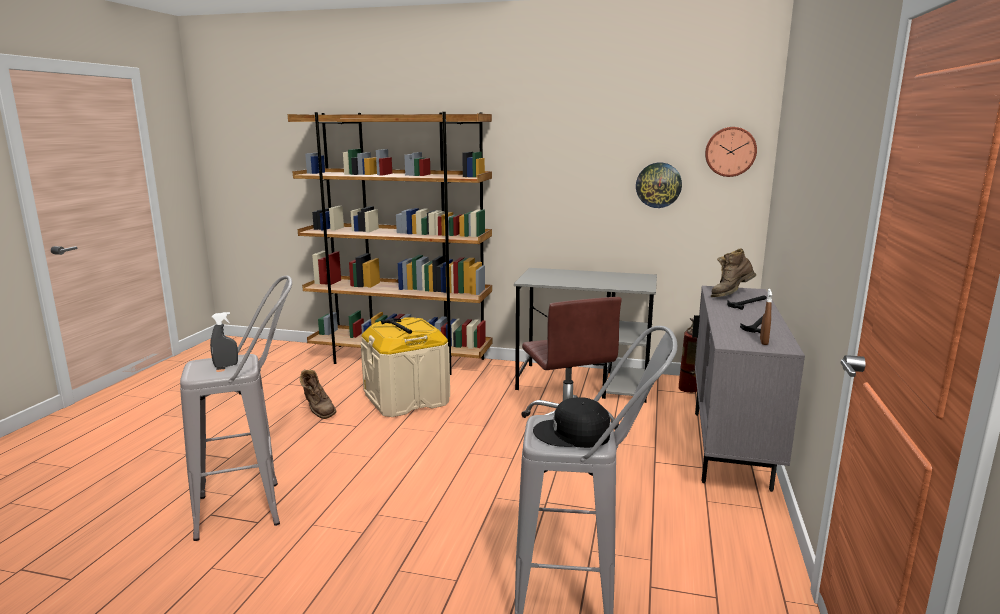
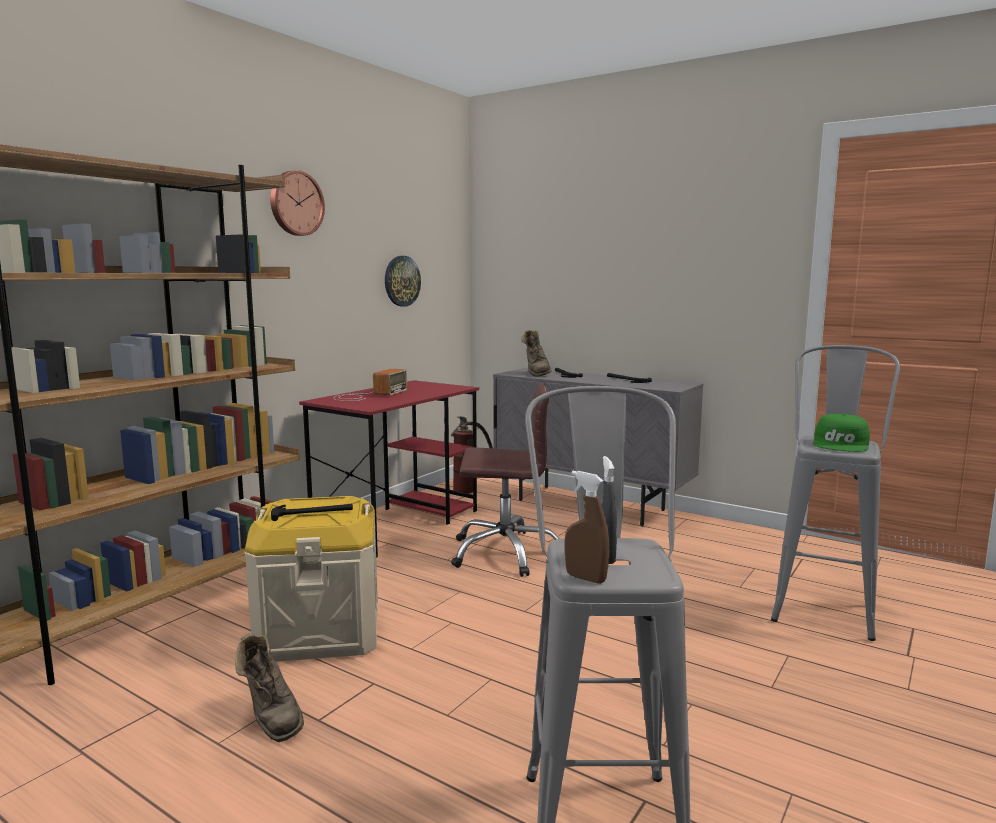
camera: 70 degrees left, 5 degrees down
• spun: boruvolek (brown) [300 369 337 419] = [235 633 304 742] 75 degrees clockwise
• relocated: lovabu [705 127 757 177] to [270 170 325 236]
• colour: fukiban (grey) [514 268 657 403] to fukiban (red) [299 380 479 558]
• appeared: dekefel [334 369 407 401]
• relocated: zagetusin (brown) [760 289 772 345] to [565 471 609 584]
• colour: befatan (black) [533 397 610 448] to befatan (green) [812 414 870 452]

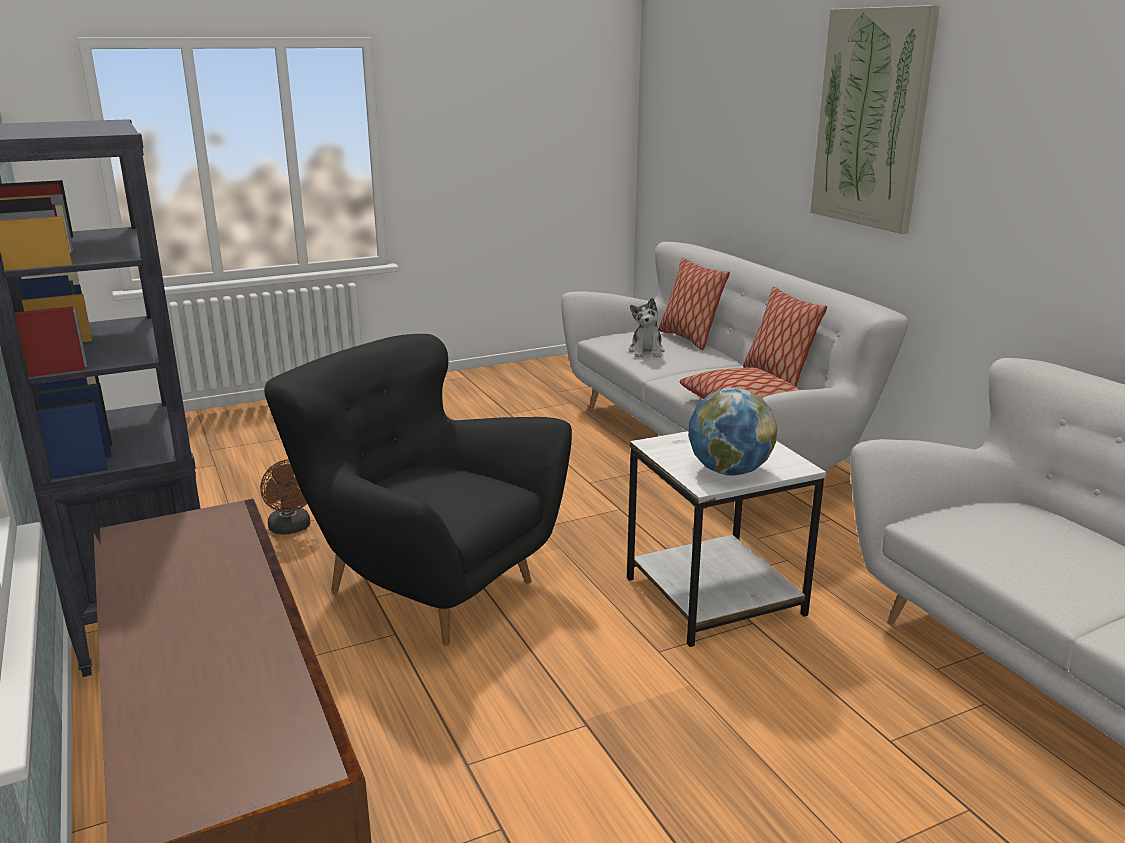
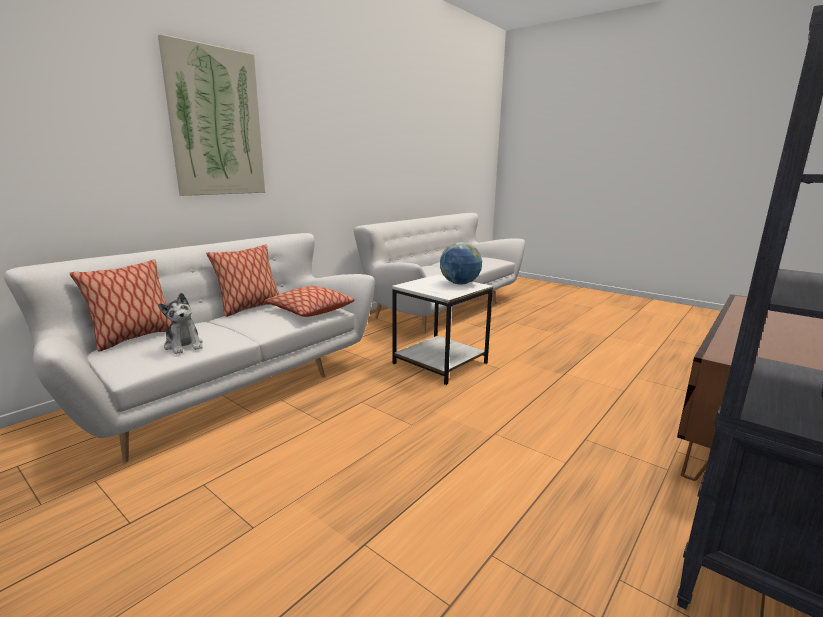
camera: 115 degrees left, 5 degrees down
• spun: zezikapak [629 298 665 357] = [158 293 203 354] 75 degrees clockwise
• missing: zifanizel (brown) [260 459 310 534]
• missing: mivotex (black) [264 334 572 646]

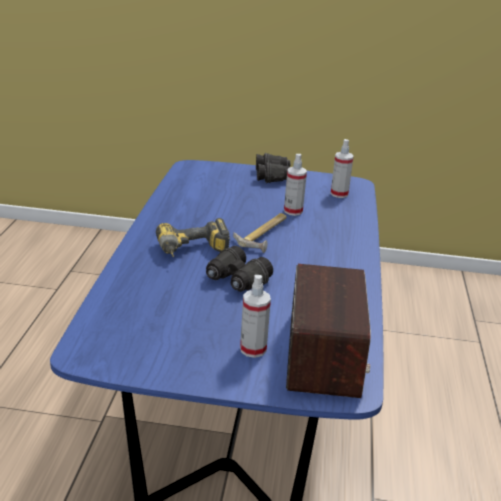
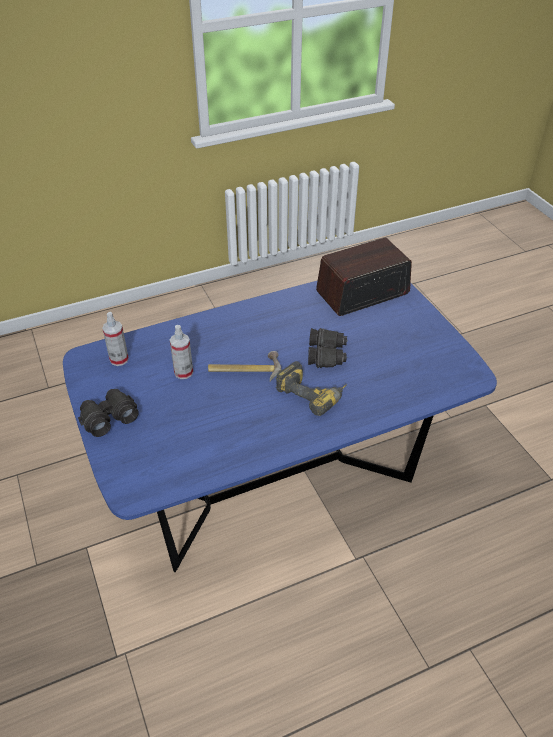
camera: 120 degrees left, 15 degrees up
• missing: zagetusin [240 275 271 358]

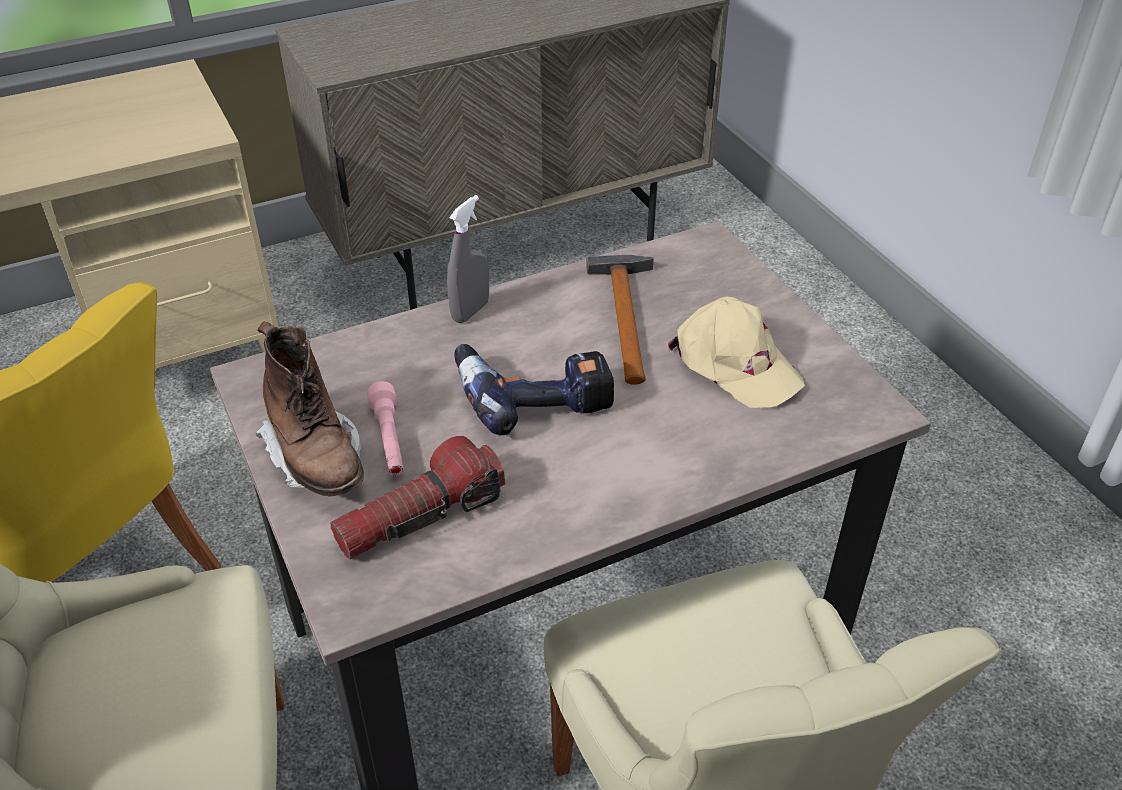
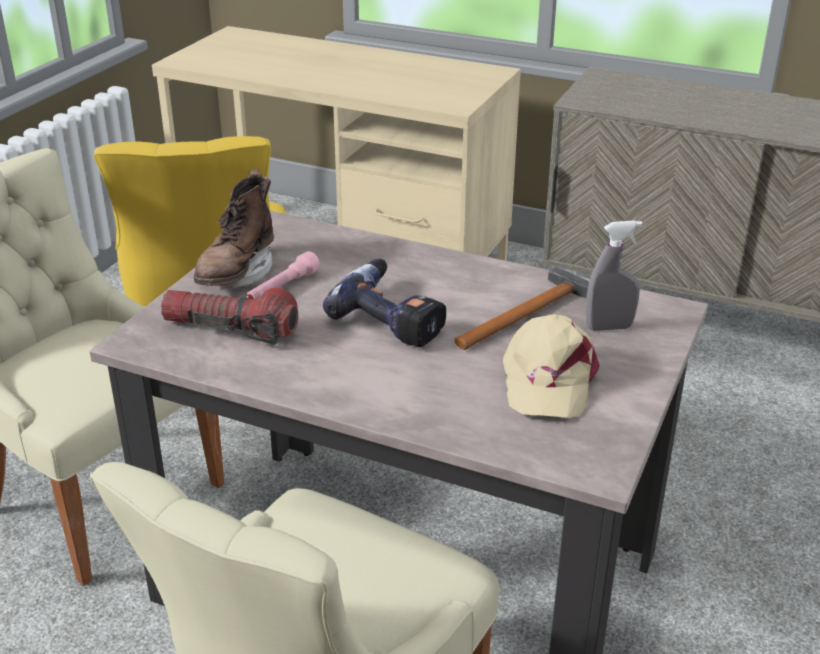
camera: 50 degrees right, 10 degrees down
• relocated: zagetusin (grey) [447 195 489 323] to [586 220 642 331]

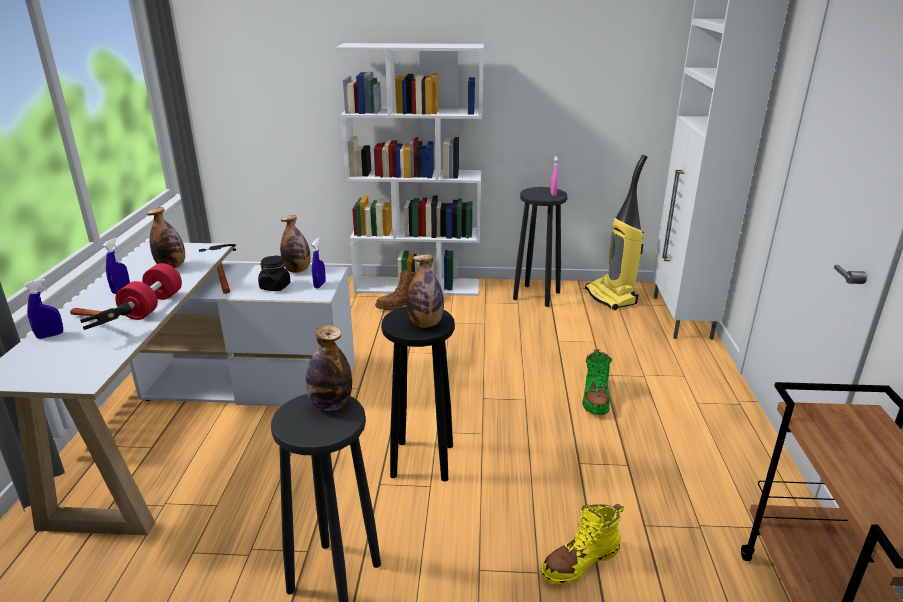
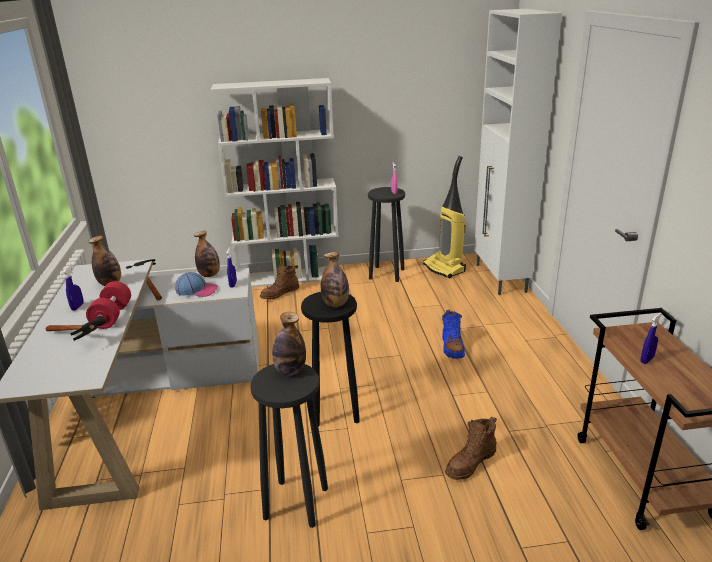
camera: 10 degrees left, 0 degrees up
• exchanged: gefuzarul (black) [258 255 291 291] to befatan [175 272 218 297]
• colour: boruvolek (green) [582 349 612 415] to boruvolek (blue) [442 309 465 359]
• colour: boruvolek (yellow) [540 504 624 585] to boruvolek (brown) [445 417 497 480]
• relocated: zagetusin (blue) [24 279 63 339] to [640 312 662 364]

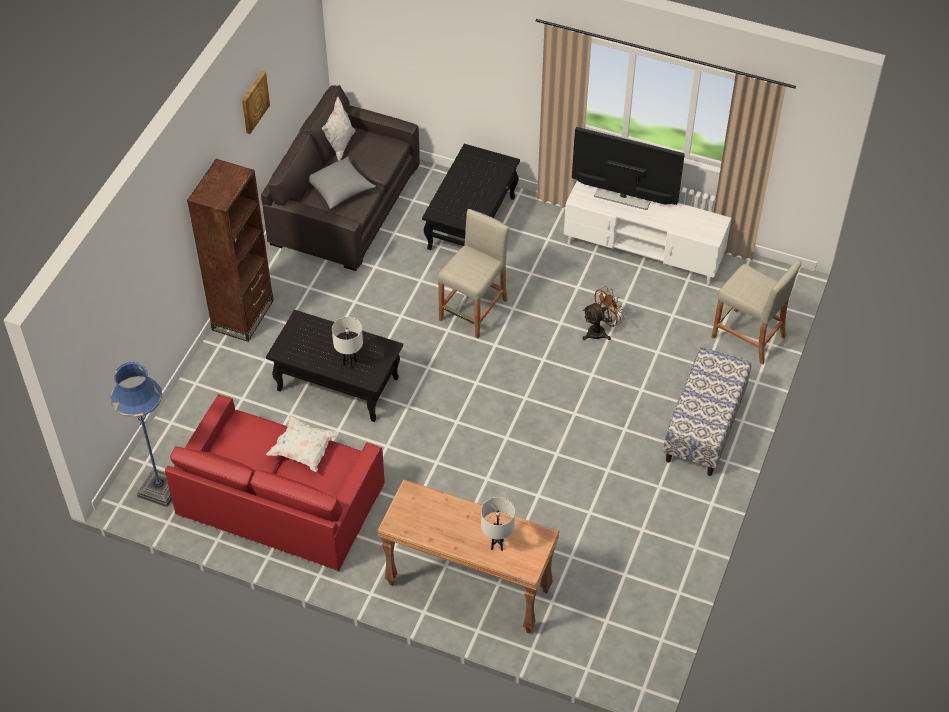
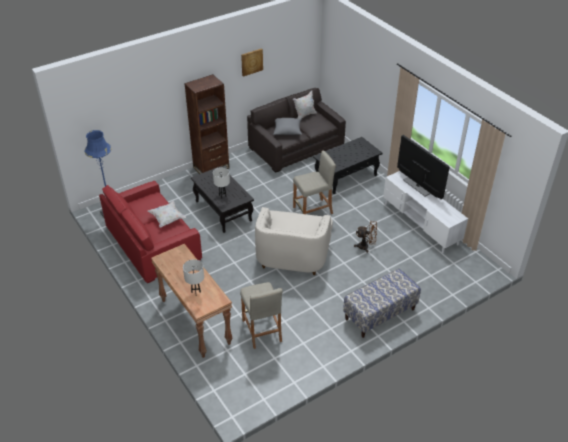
camera: 35 degrees right, 10 degrees down
• relocated: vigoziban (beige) [711 260 802 364] to [240 282 283 349]
• appeared: mivotex (white) [255 207 333 275]

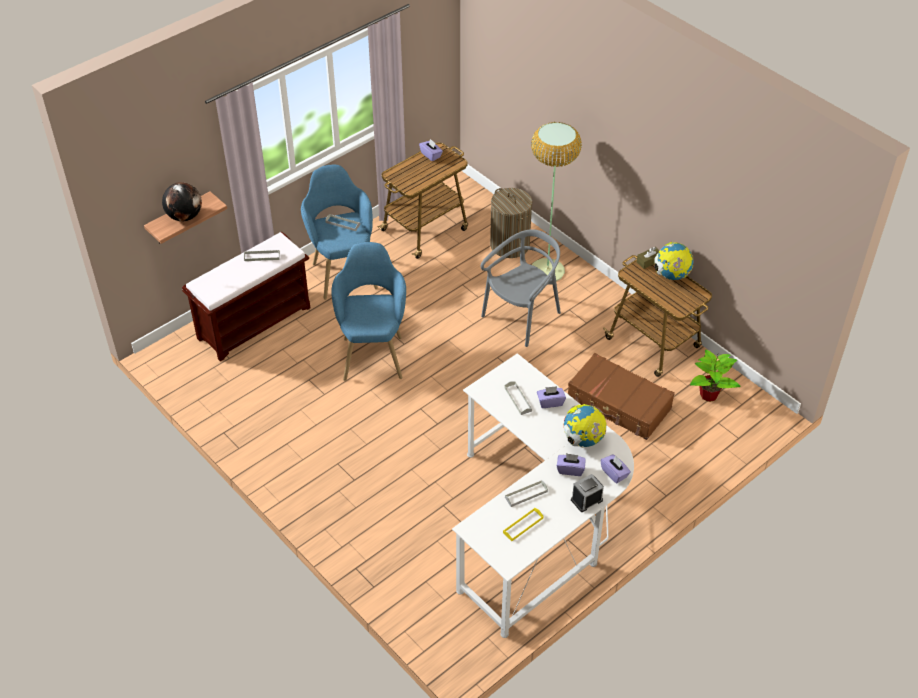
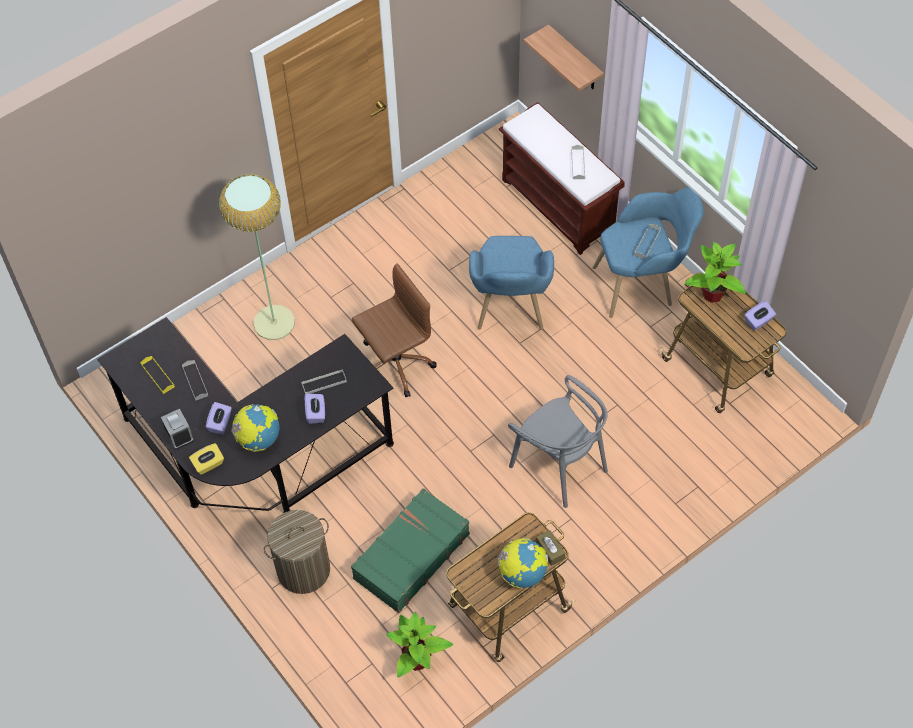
camera: 95 degrees right, 10 degrees up
• colour: fukiban (white) [452 353 634 638] to fukiban (black) [97 317 394 513]
• colour: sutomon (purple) [601 455 631 484] to sutomon (yellow) [189 443 224 475]
• relocated: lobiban [531 122 582 281] to [219 174 295 340]
• relocated: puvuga [490 188 532 258] to [264 510 330 594]
• colour: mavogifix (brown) [568 353 675 440] to mavogifix (green) [351 488 470 613]
• appeared: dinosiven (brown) [352 263 437 397]
• spun: mivotex (blue) [331 242 406 381] = [469 236 554 330] 90 degrees clockwise
• appeared: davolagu [685 242 746 303]
• missing: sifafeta [162 182 202 222]

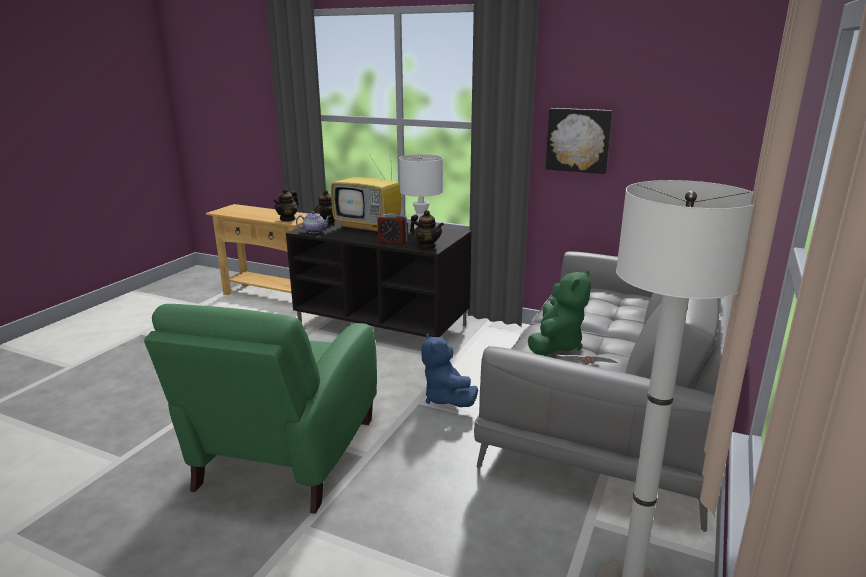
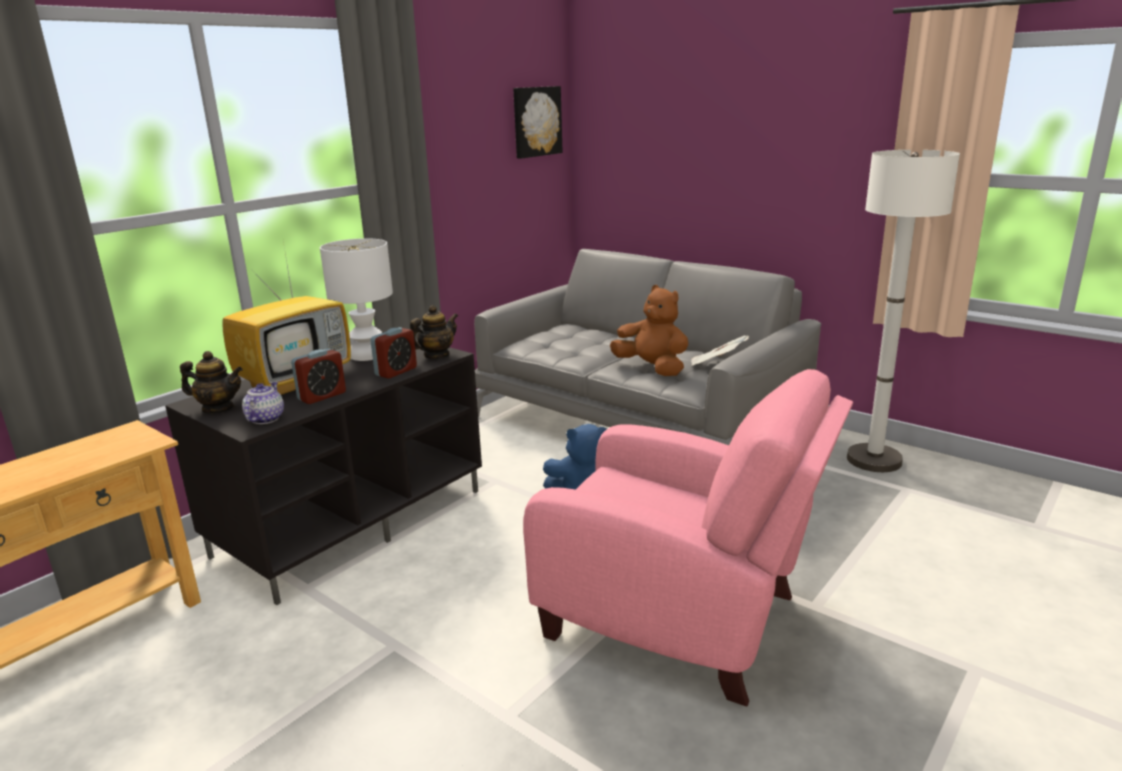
camera: 75 degrees left, 0 degrees up
• appeared: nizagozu [291 349 346 404]
• relocated: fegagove [546 108 613 174] to [513 86 563 159]
• colour: mivotex (green) [144 304 377 514] to mivotex (pink) [523 369 853 707]
• colour: zezikapak (green) [528 270 591 355] to zezikapak (brown) [610 285 688 376]
• missing: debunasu [273 188 299 221]

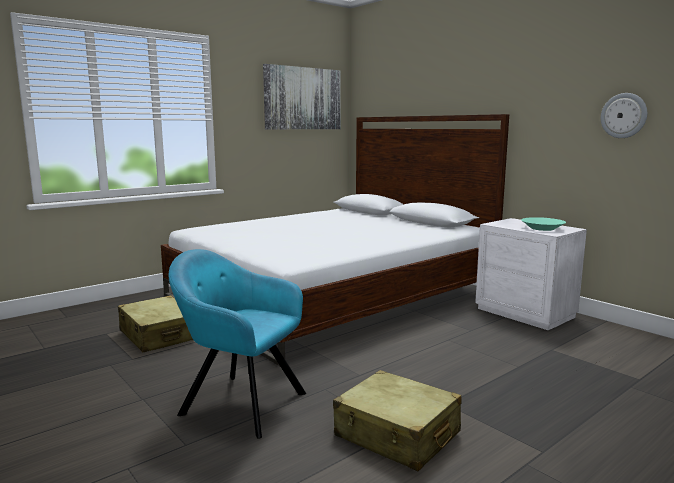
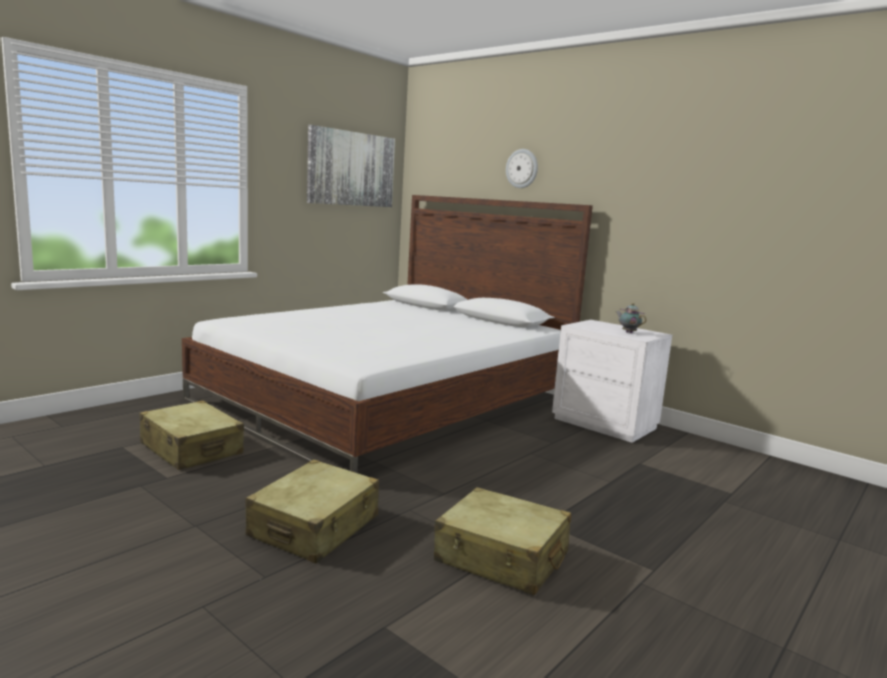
camera: 10 degrees left, 0 degrees up
• exchanged: mivotex (turquoise) [169 249 306 439] to mavogifix (beige) [245 459 379 564]
• relocated: lovabu [601 93 647 138] to [506 149 538 188]
• exchanged: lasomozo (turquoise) [521 217 566 231] to debunasu [616 303 647 333]

